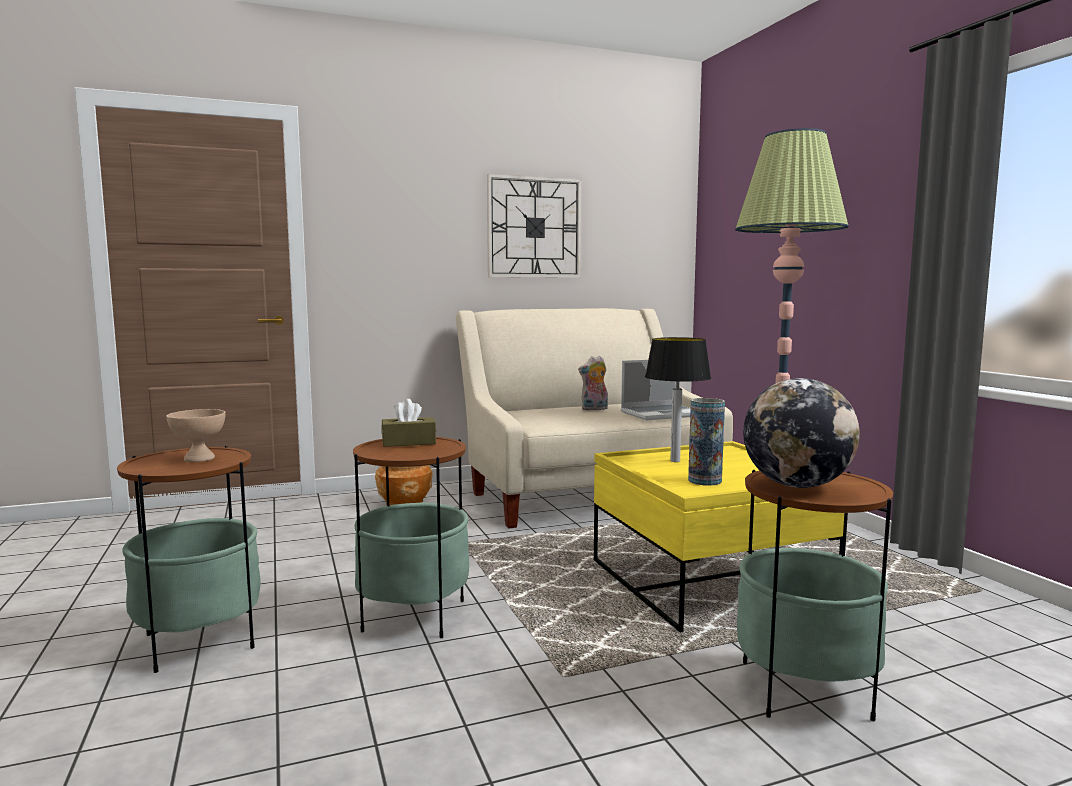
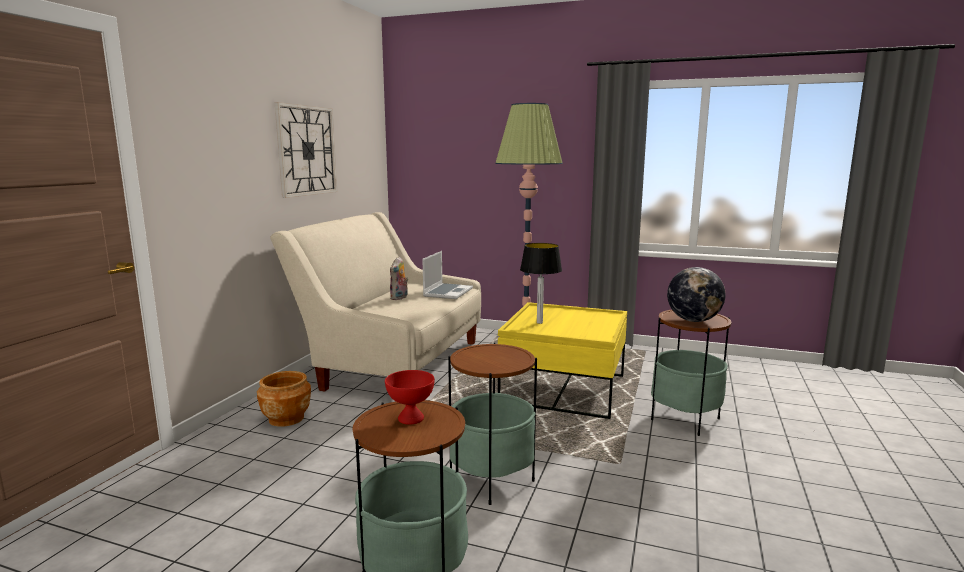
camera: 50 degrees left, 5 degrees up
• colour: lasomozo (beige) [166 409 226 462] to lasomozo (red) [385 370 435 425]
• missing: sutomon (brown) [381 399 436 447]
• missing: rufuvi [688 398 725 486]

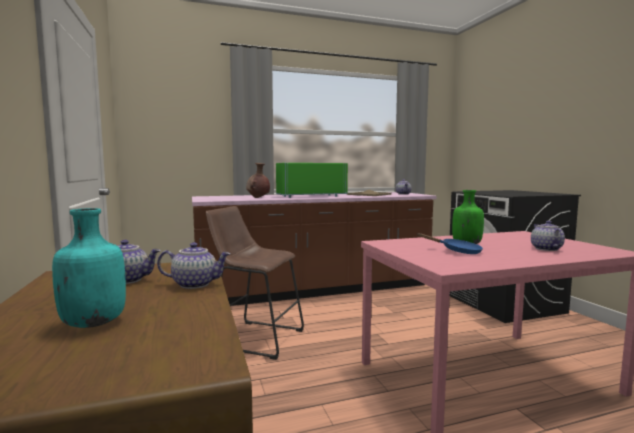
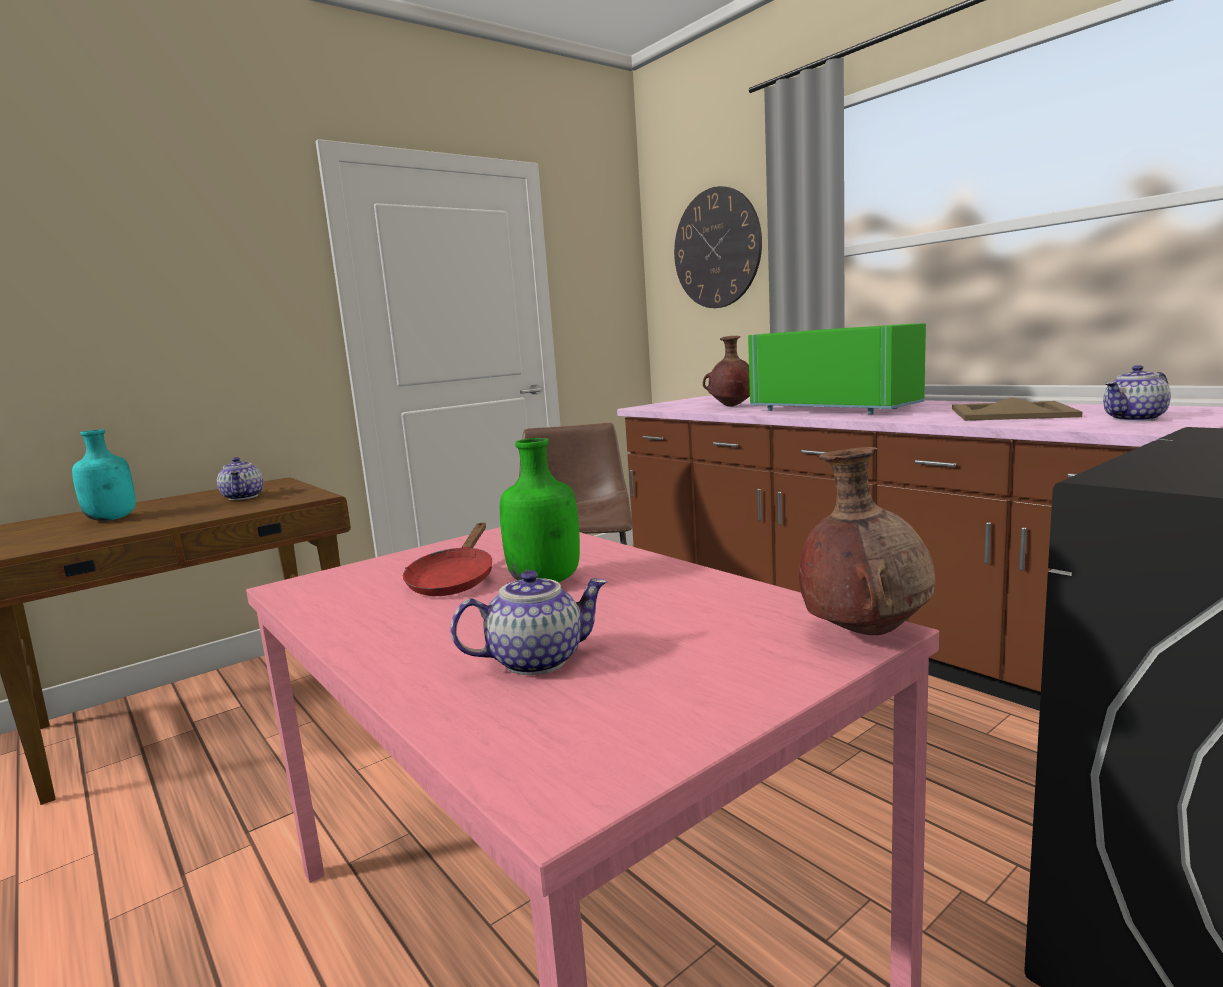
camera: 70 degrees right, 5 degrees up
• colour: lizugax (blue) [416 233 483 254] to lizugax (red) [403 523 492 596]
• appeared: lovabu [674 186 762 308]
• appeared: rufuvi (brown) [799 447 935 635]
• missing: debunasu [157 242 231 289]

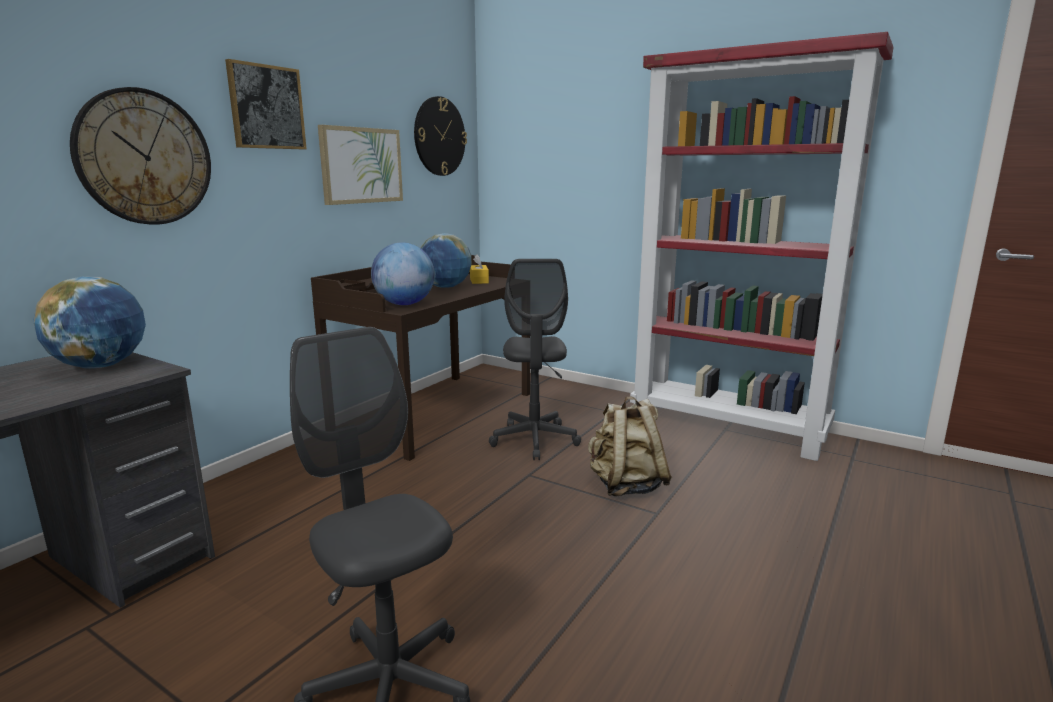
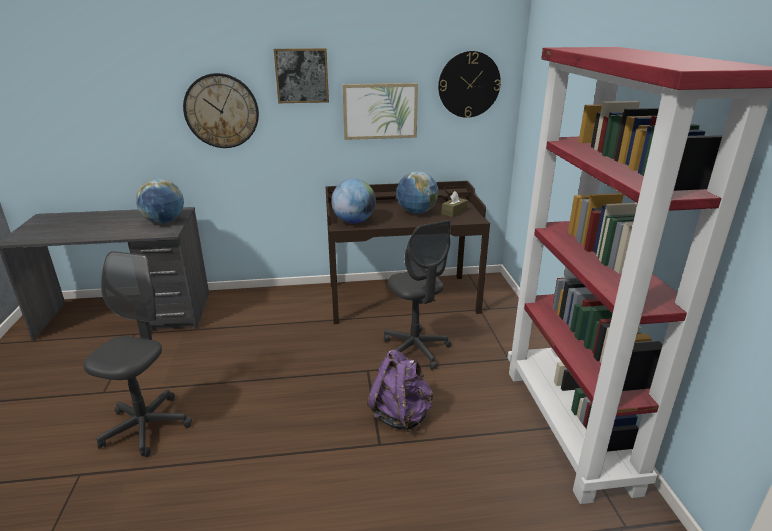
camera: 50 degrees right, 10 degrees up
• colour: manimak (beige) [588 396 672 496] to manimak (purple) [367 349 433 432]
• spun: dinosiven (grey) [489 259 581 460] = [384 220 451 370] 75 degrees counterclockwise
• colour: sutomon (yellow) [470 254 489 284] to sutomon (brown) [442 191 468 217]

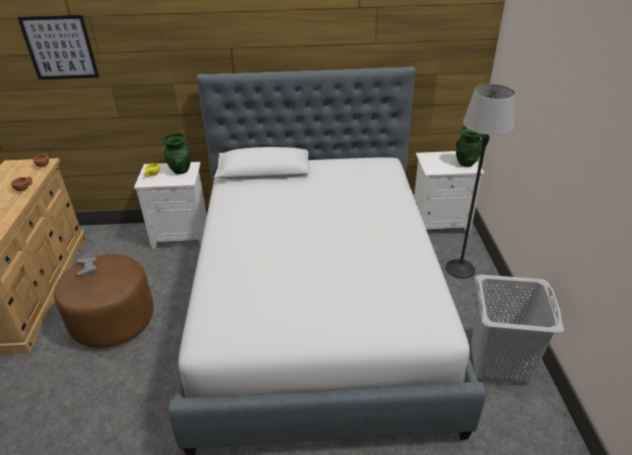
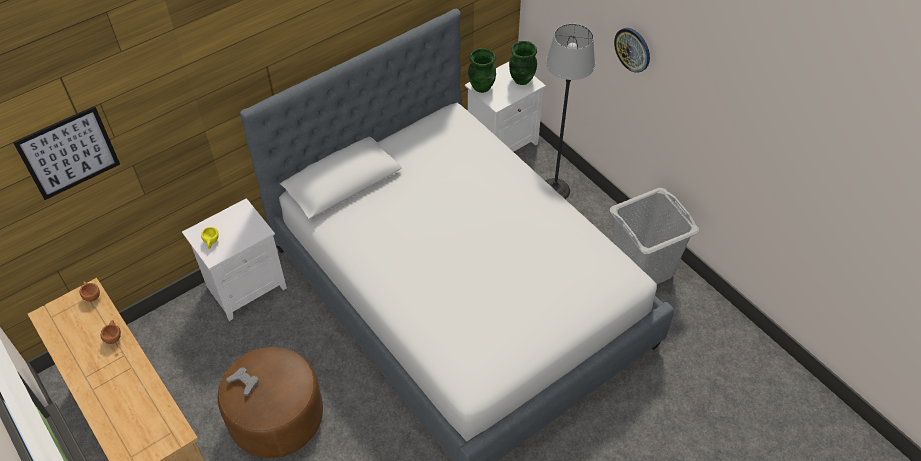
camera: 35 degrees left, 15 degrees up
• relocated: rufuvi (green) [163 133 191 174] to [468 48 496 93]
• appeared: lovabu [614 28 650 73]

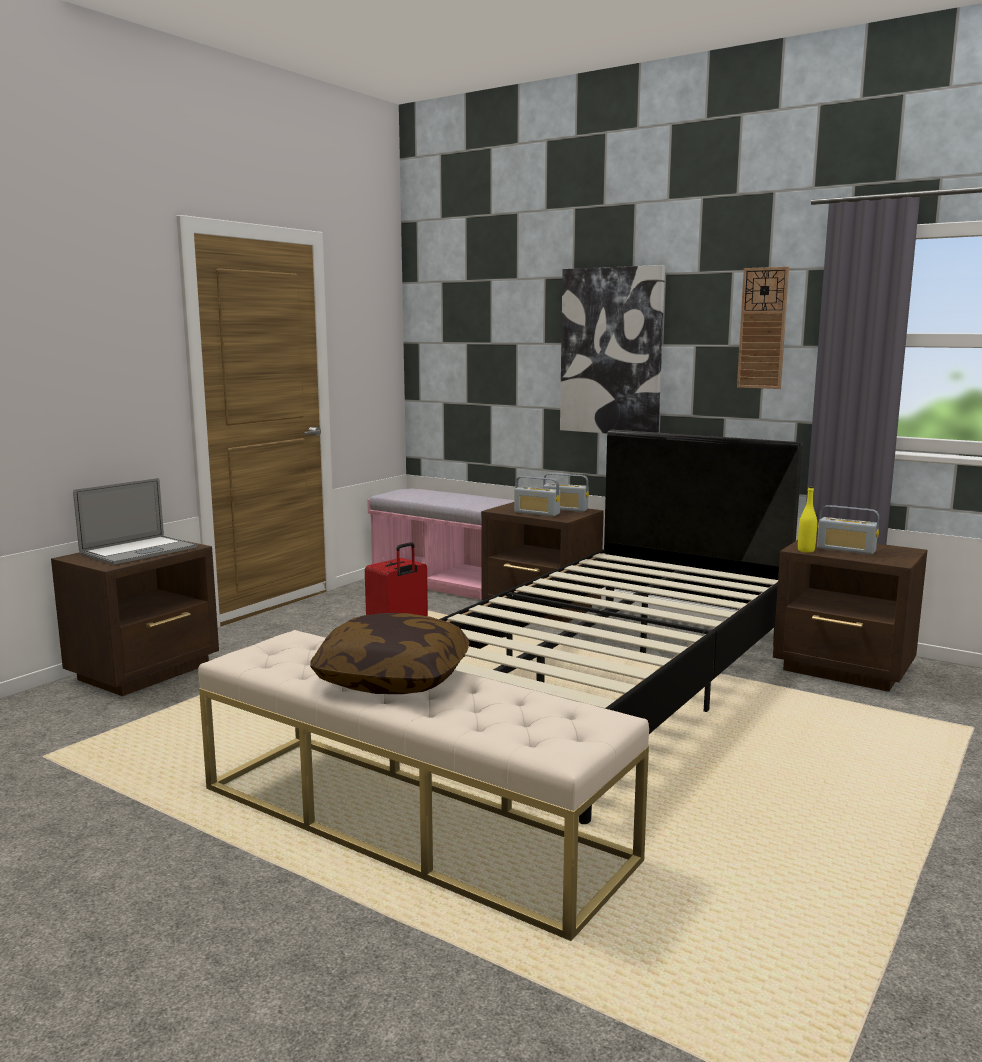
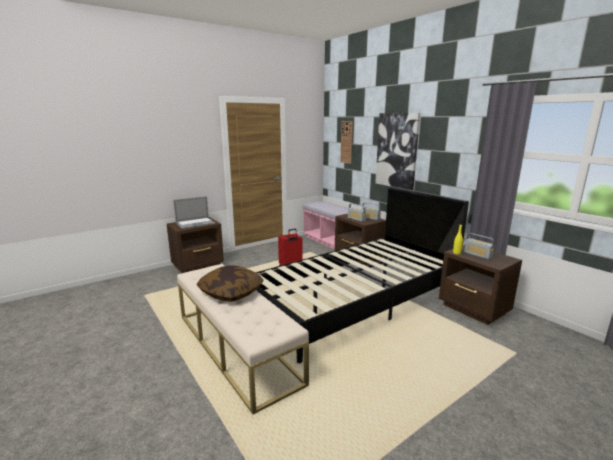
camera: 20 degrees right, 5 degrees up
• relocated: lovabu [737 267 789 389] to [340 121 353 164]

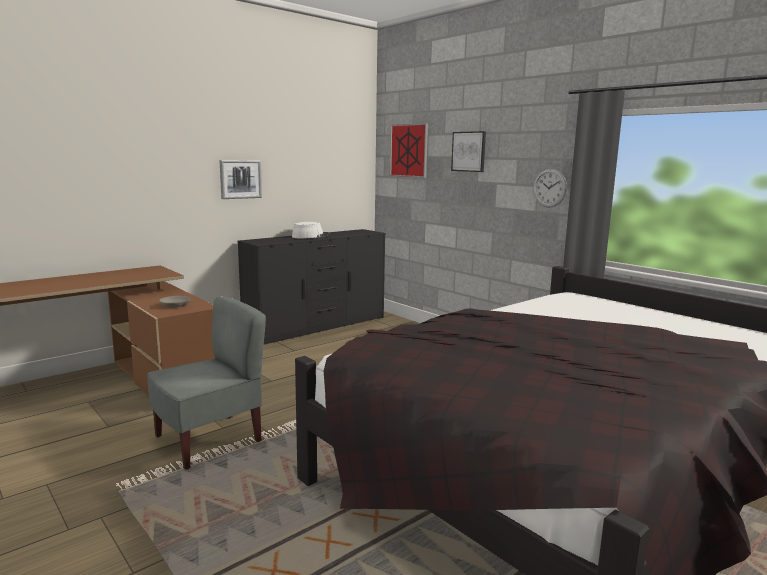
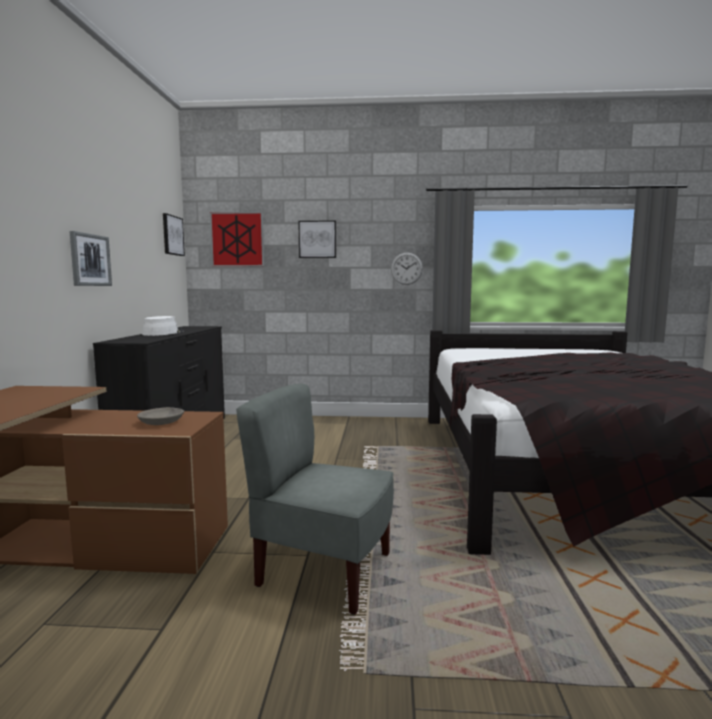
camera: 45 degrees left, 5 degrees down
• appeared: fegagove [163 213 185 256]
• spun: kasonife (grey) [147 296 266 470] = [236 384 394 615] 75 degrees counterclockwise

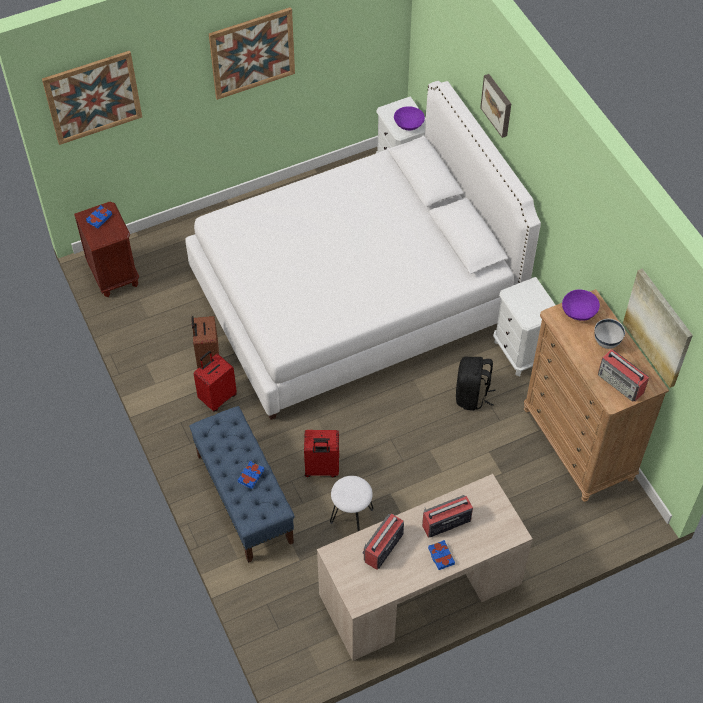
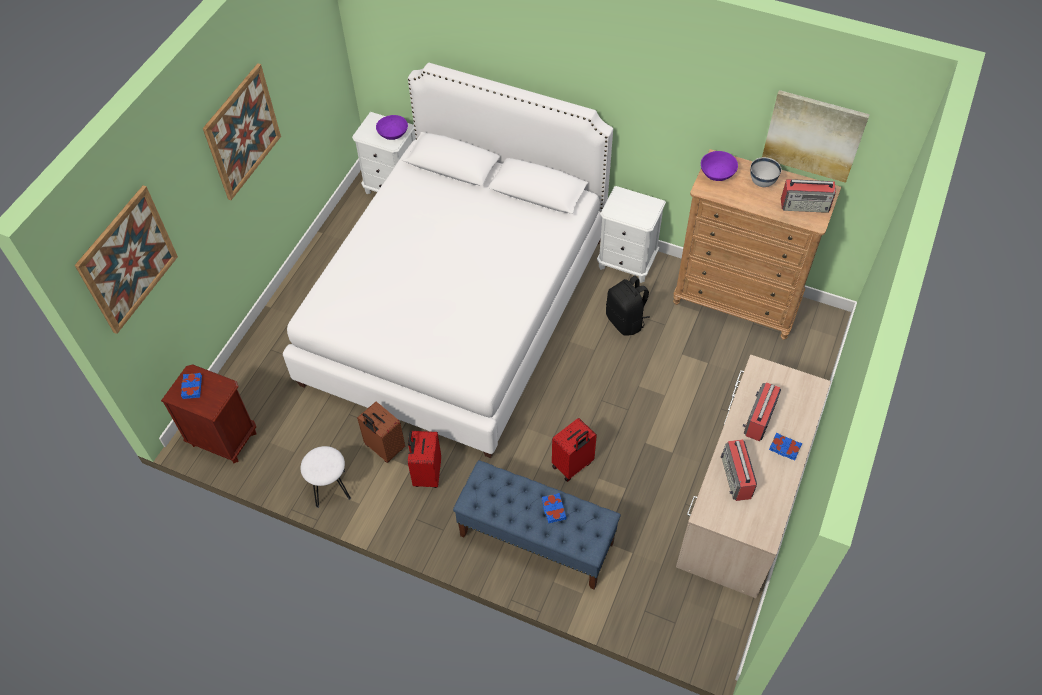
camera: 40 degrees left, 0 degrees up
• relocated: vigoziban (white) [330 476 373 531] to [300 446 351 508]
• missing: fegagove [480 74 511 138]

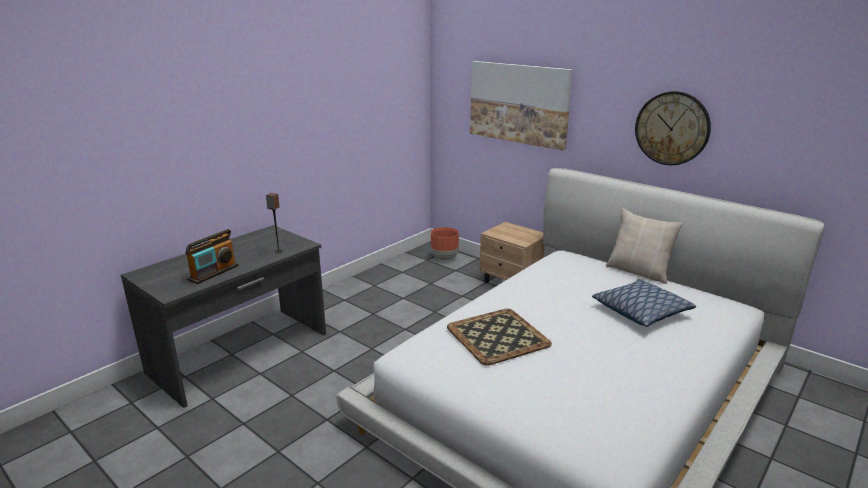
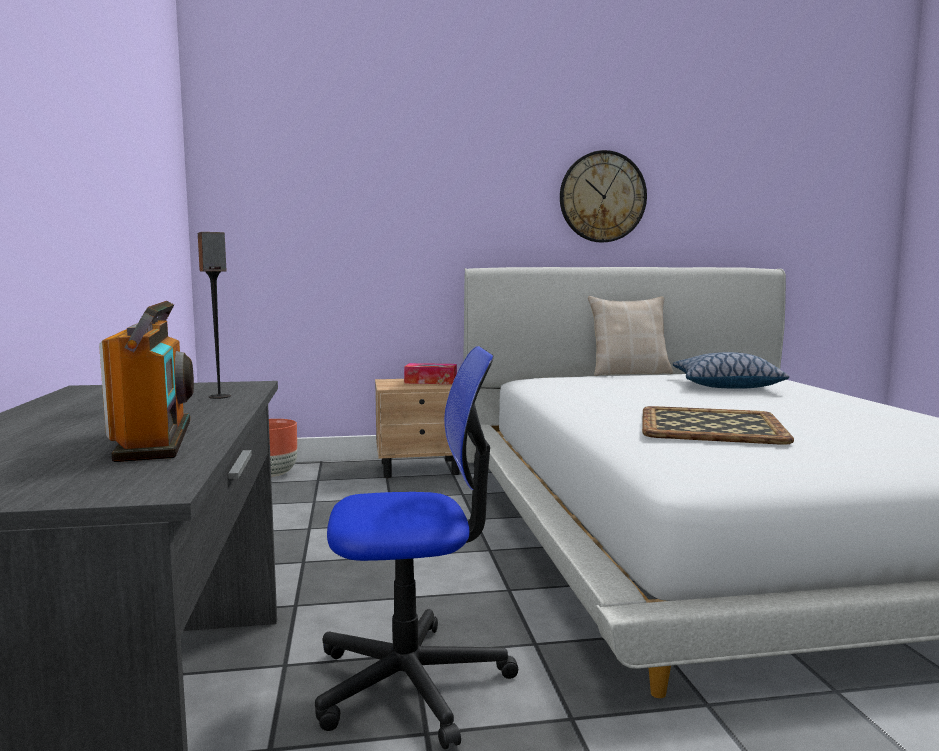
camera: 50 degrees left, 15 degrees down
• appeared: dinosiven [315 346 519 749]
• appeared: sutomon [404 363 457 384]
• missing: fegagove [470 61 573 151]

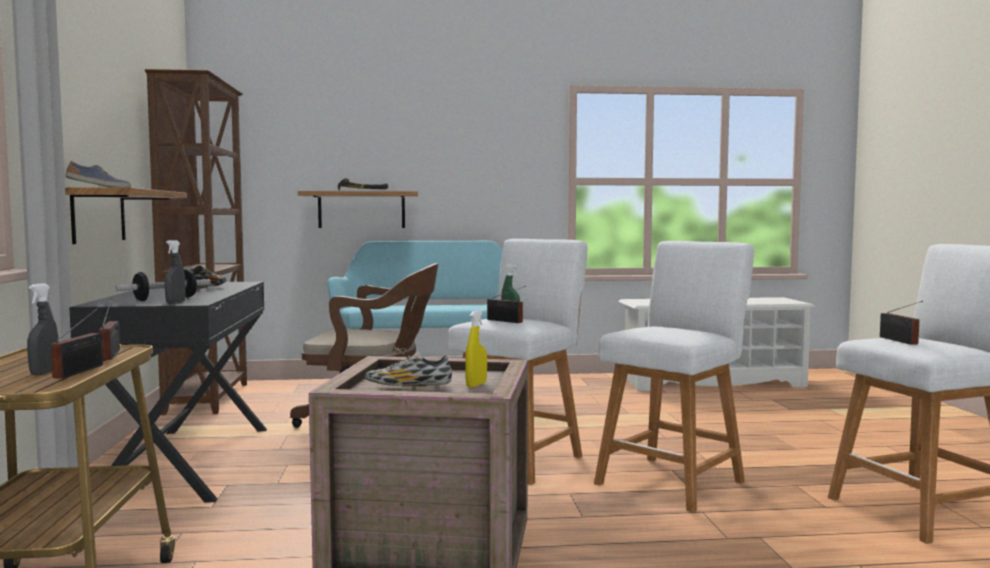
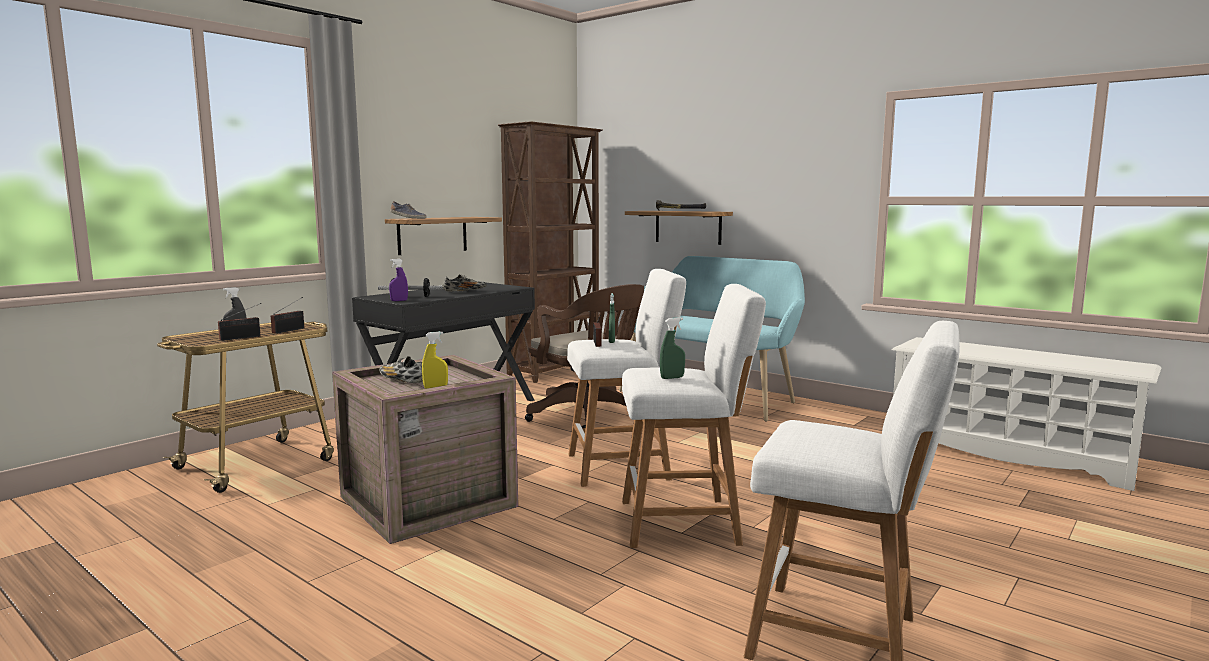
camera: 45 degrees right, 5 degrees up
• colour: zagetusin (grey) [165 240 186 304] to zagetusin (purple) [389 259 408 301]
• appeared: zagetusin (green) [660 317 685 379]
• missing: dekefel [880 301 923 345]

